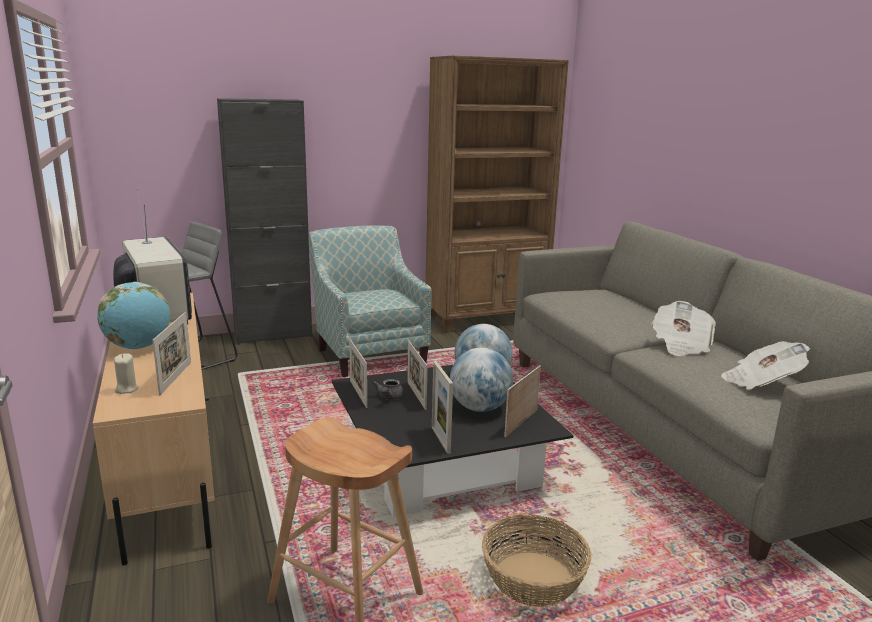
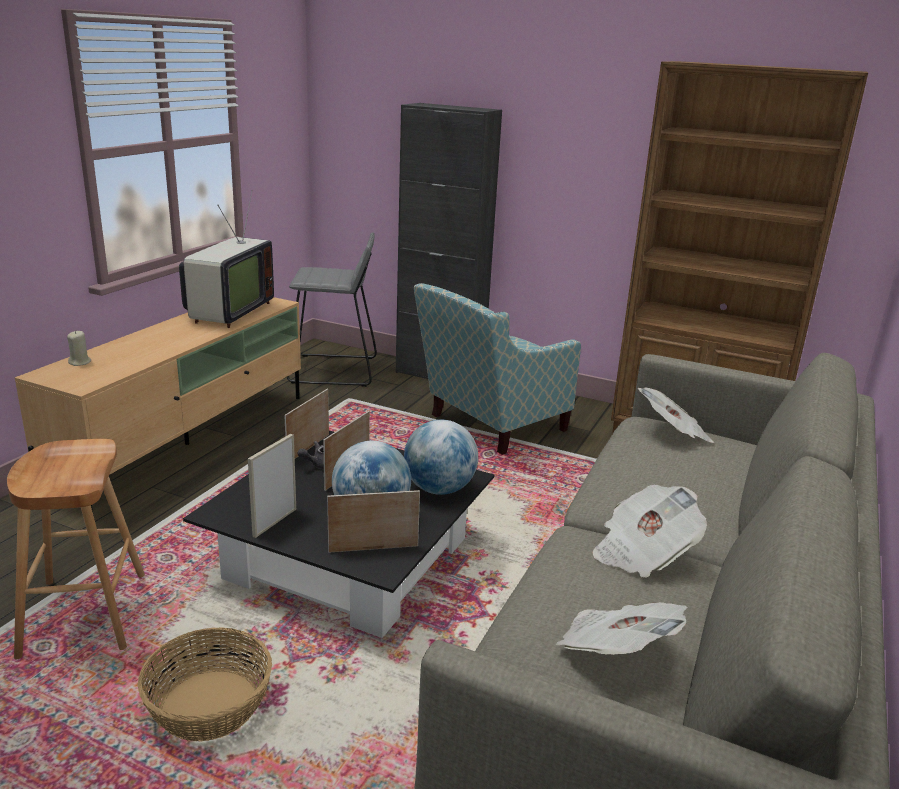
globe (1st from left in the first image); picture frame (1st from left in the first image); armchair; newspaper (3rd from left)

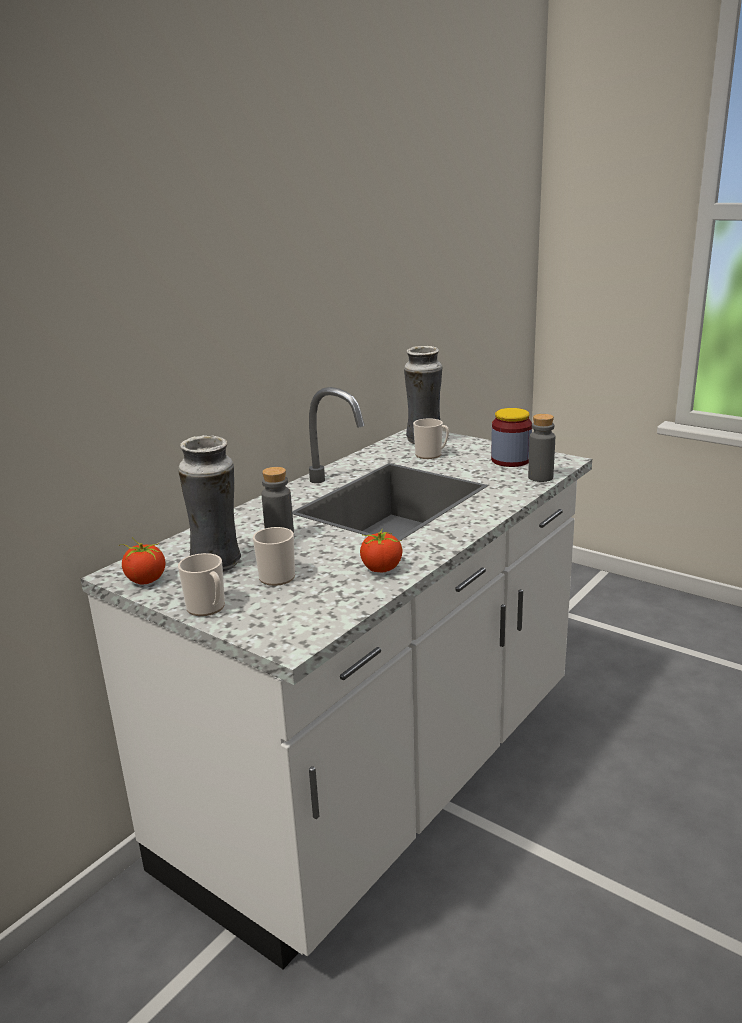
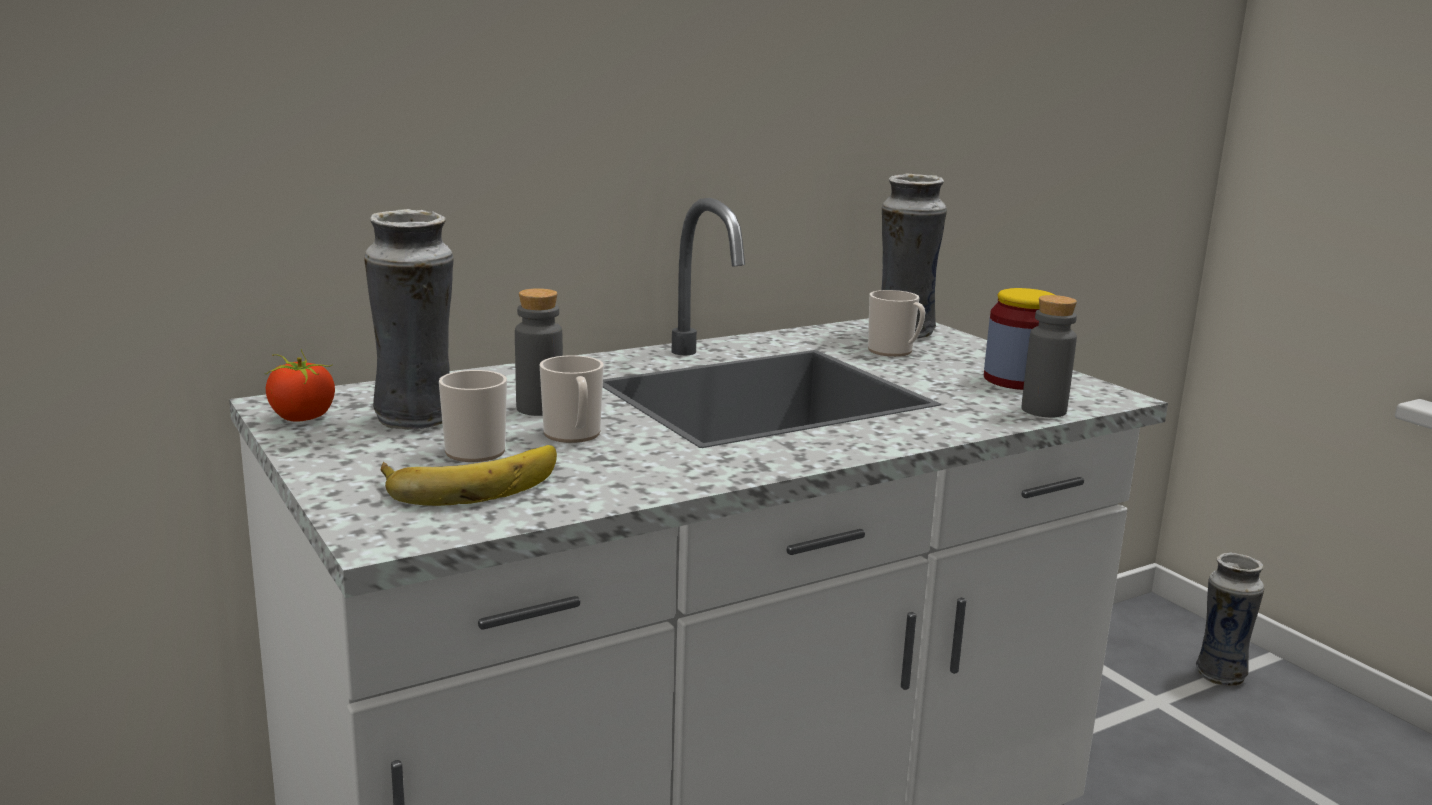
mug (2nd from left); tomato (2nd from left in the first image); banana; vase (3rd from left)

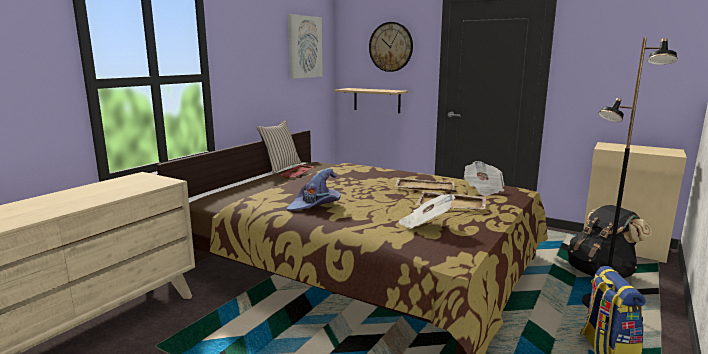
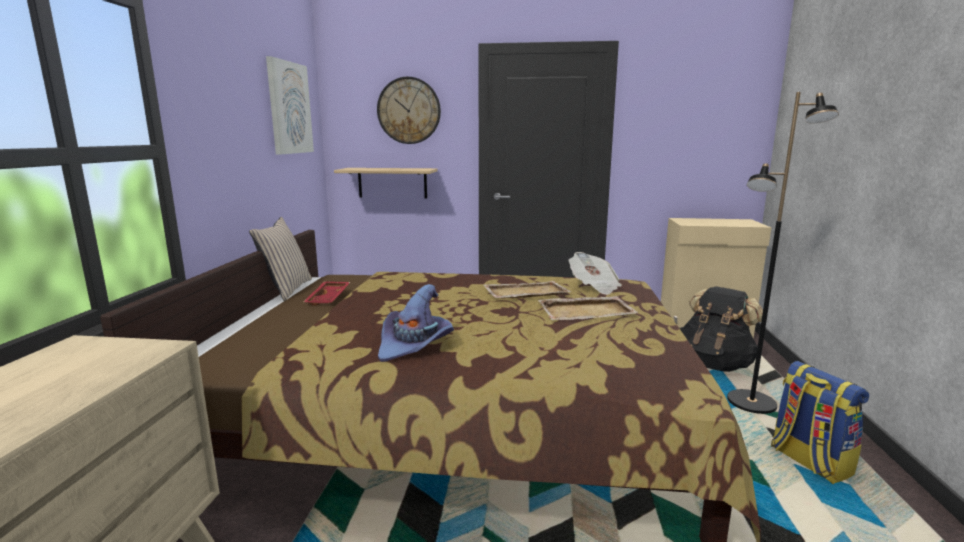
newspaper (1st from left in the first image)

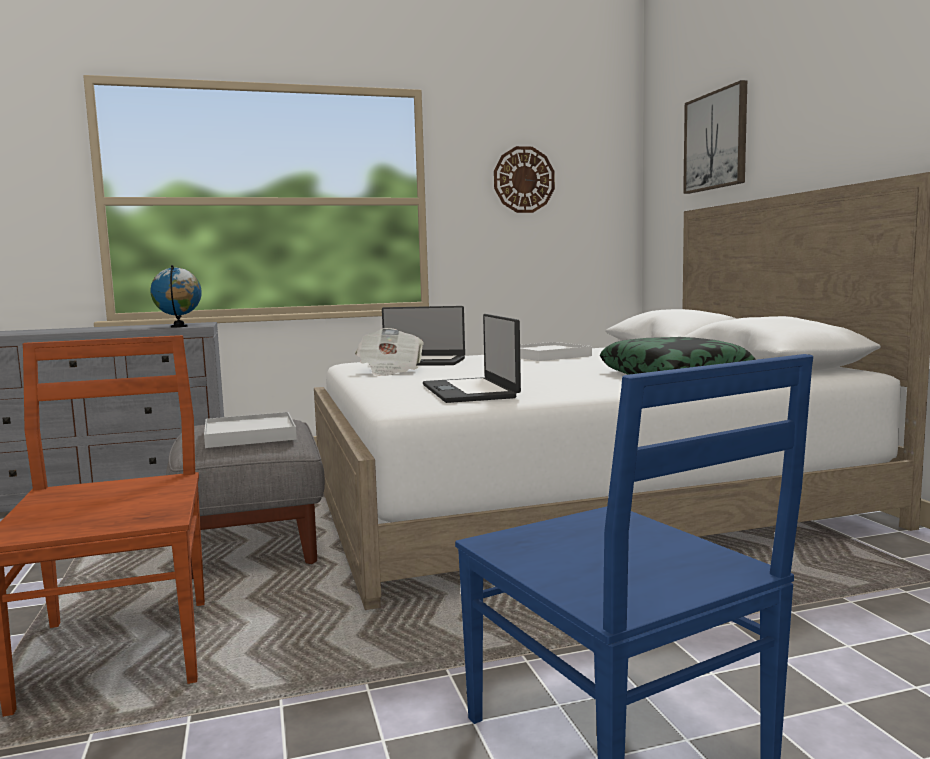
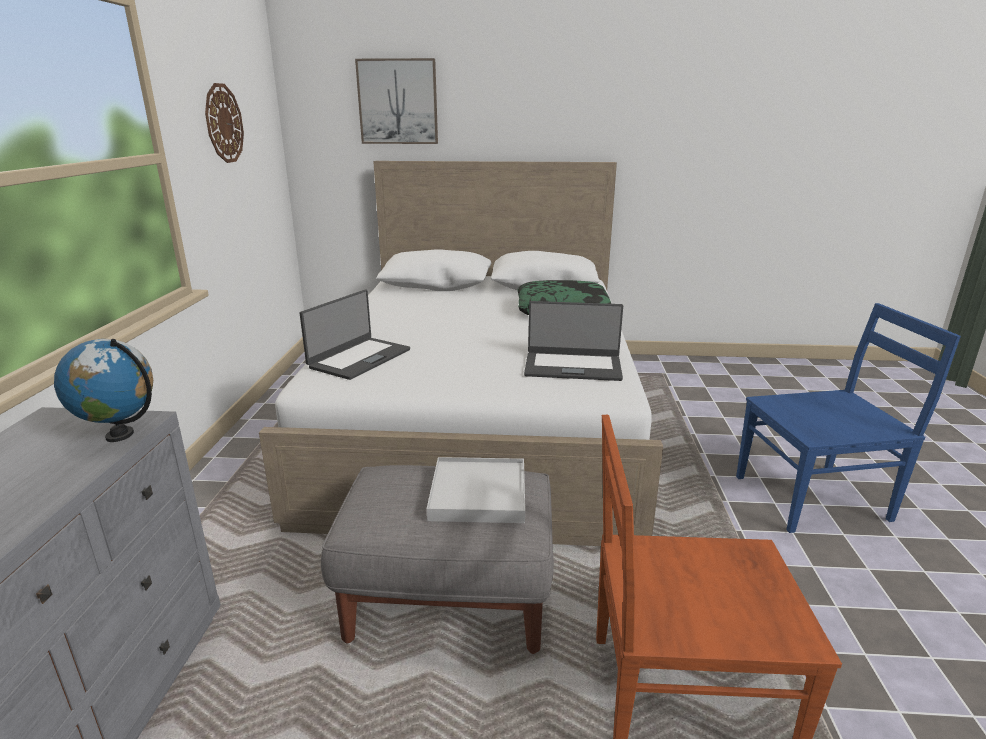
newspaper; tray (white) (2nd from left in the first image)

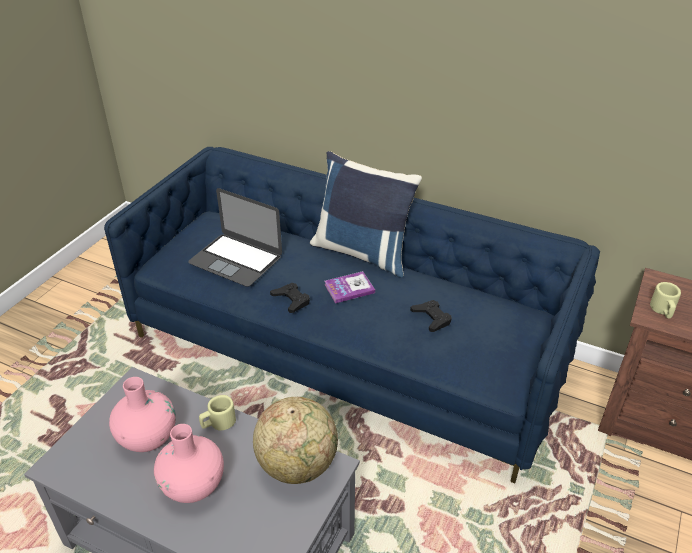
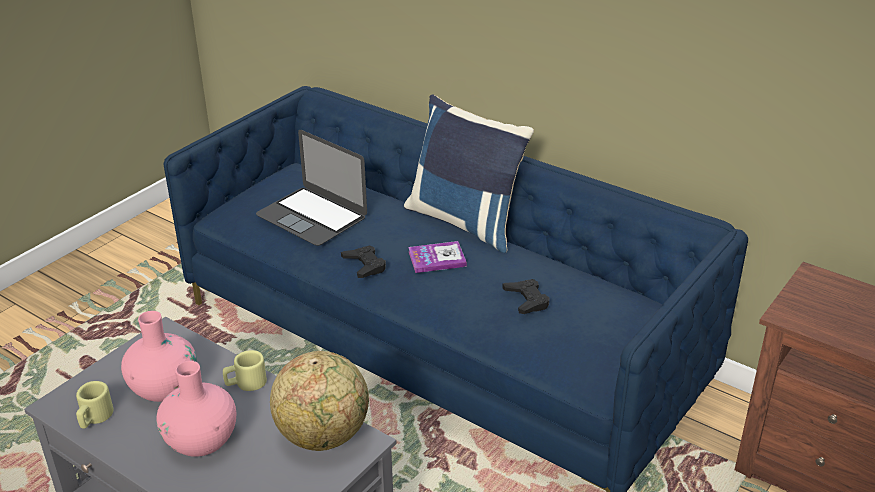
mug (beige) (1st from left)

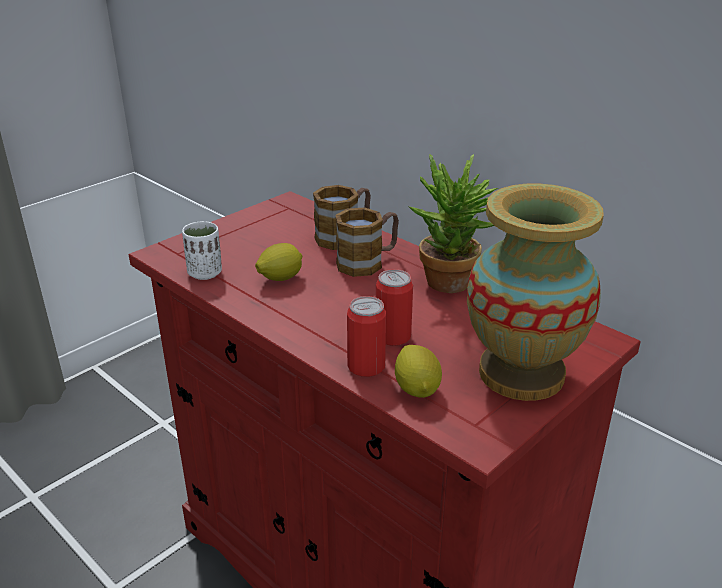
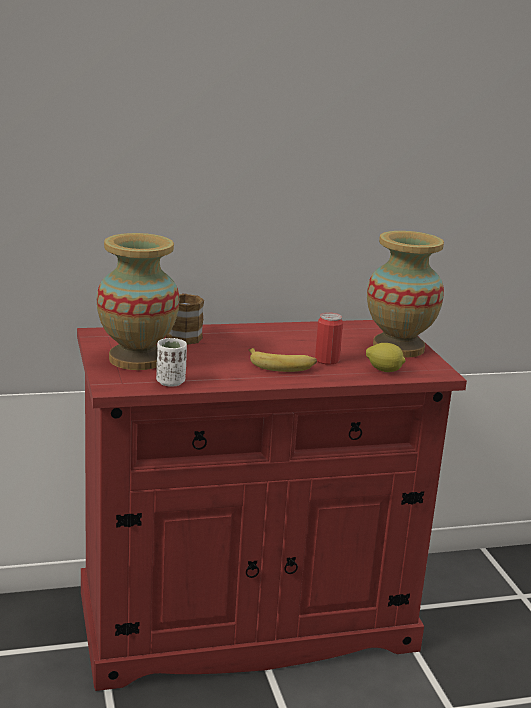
lemon (1st from left in the first image); mug (2nd from left in the first image); can (1st from left in the first image); potted plant; vase (1st from left); banana

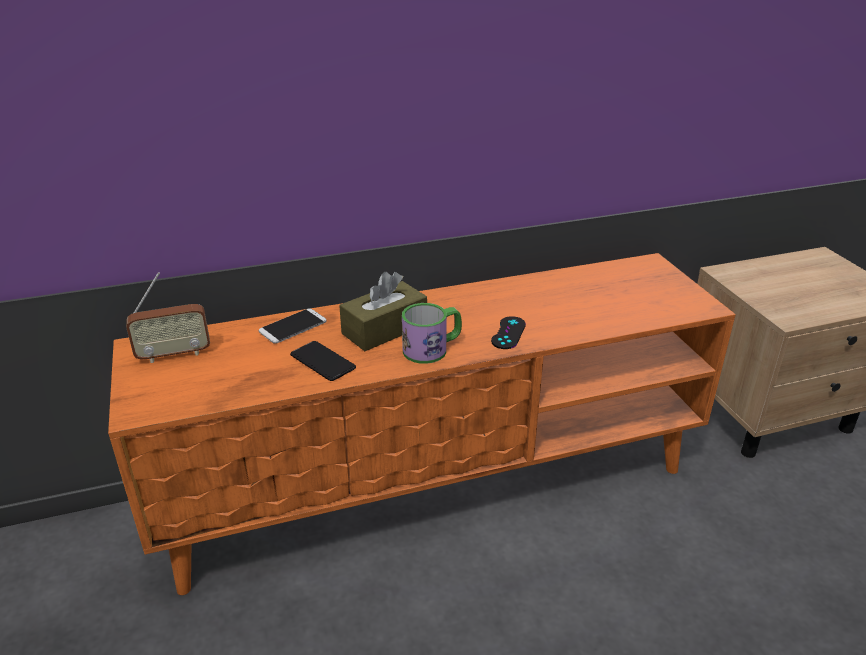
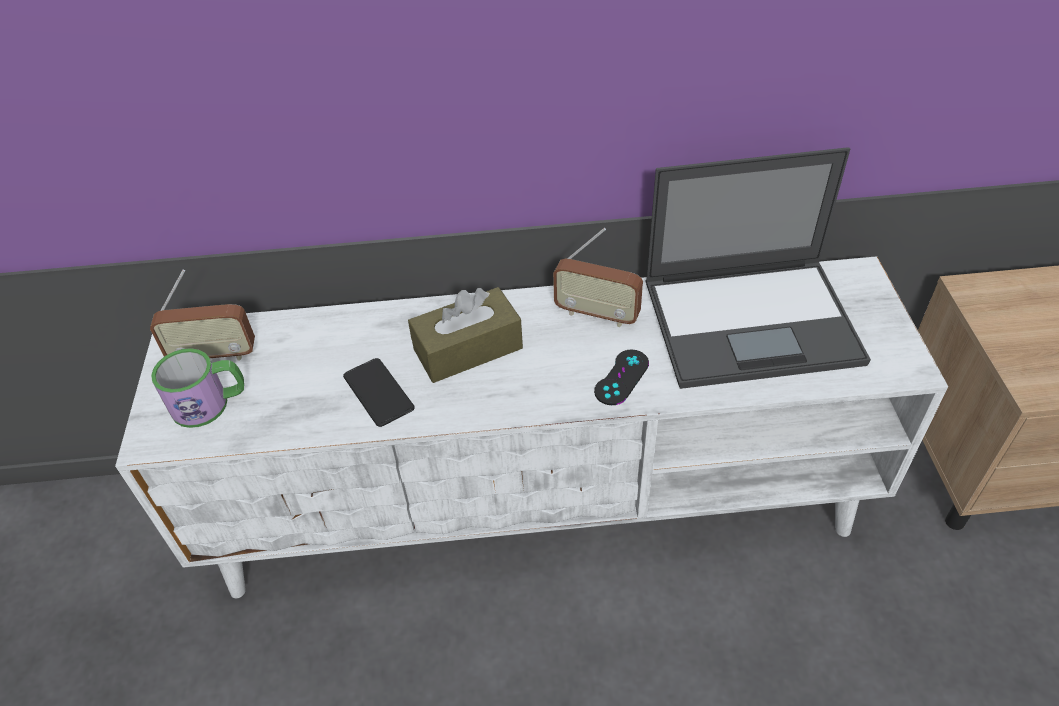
tv stand (white); phone (1st from left in the first image); mug; radio (2nd from left); laptop

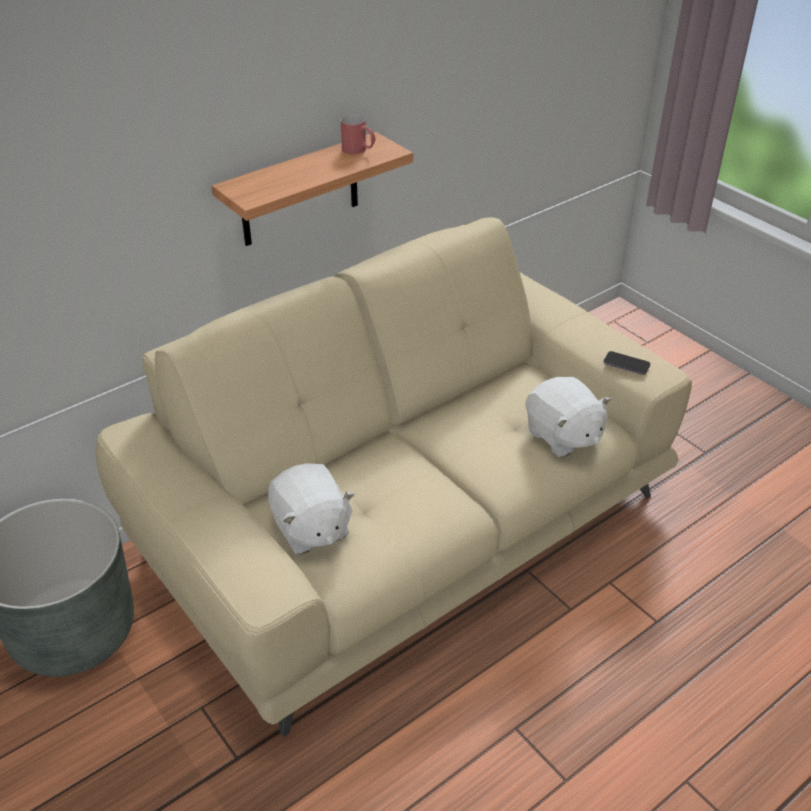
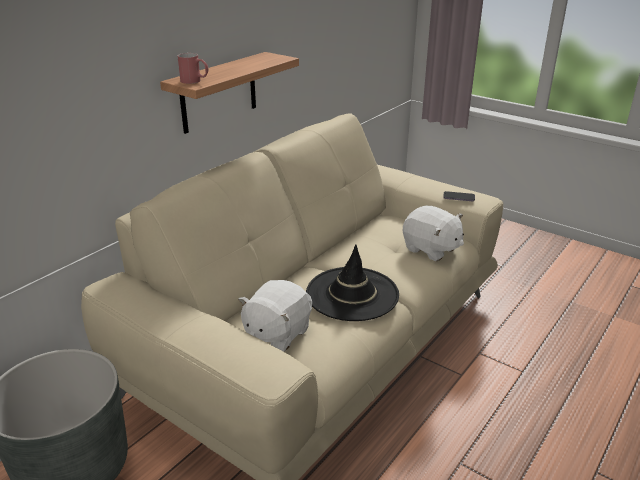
plush toy (white) (1st from left); mug (red); hat (black)

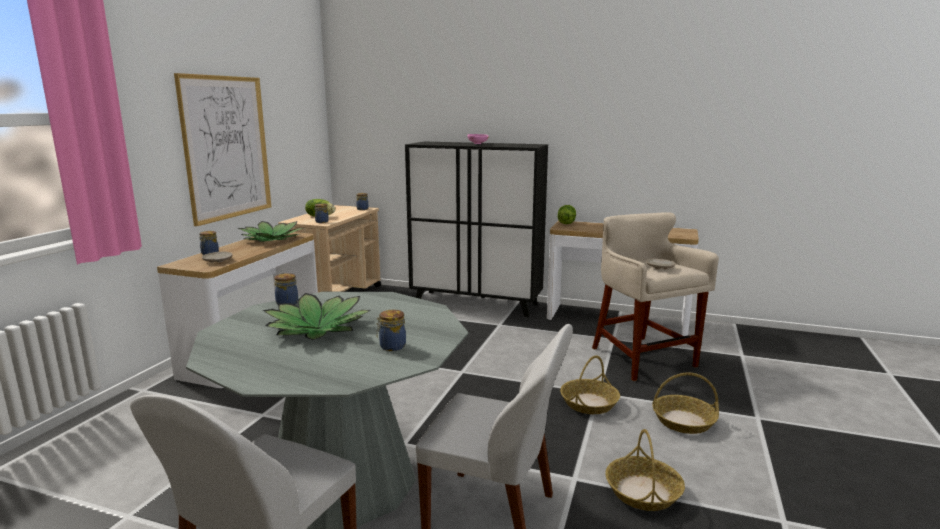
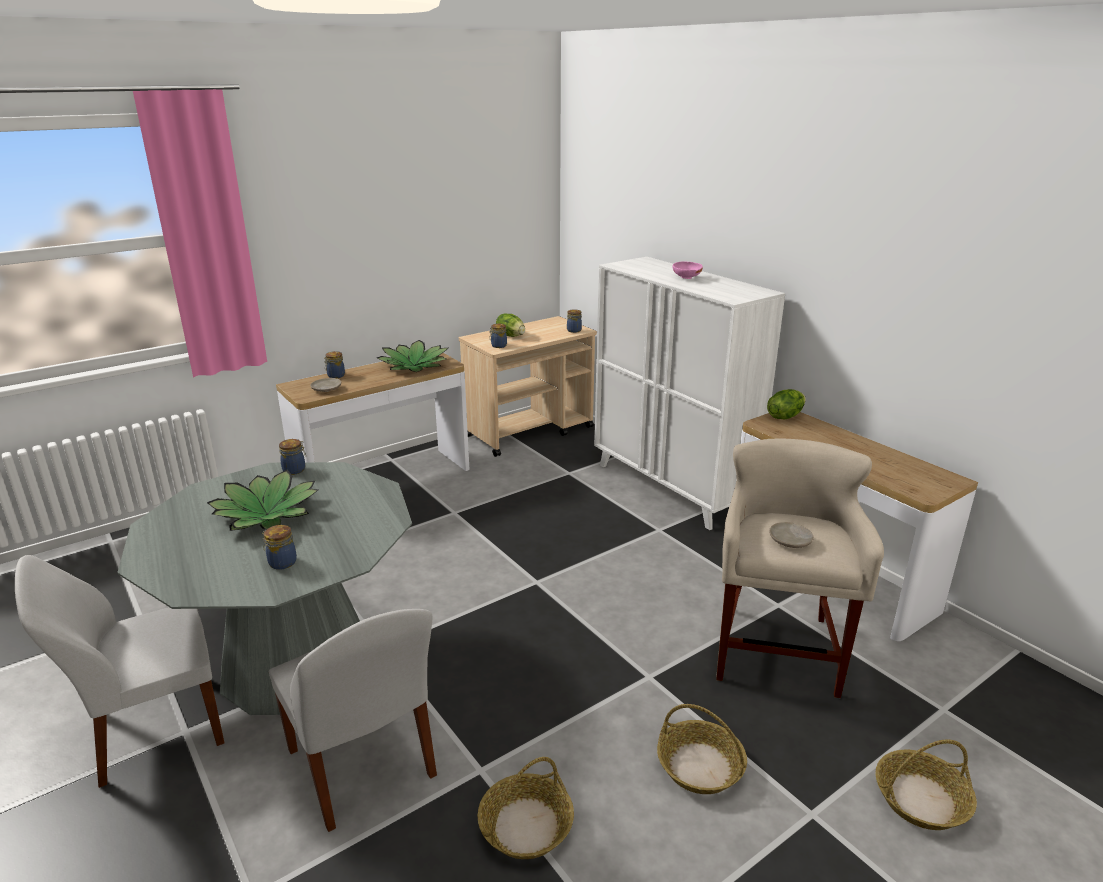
picture; cabinet (white); basket (3rd from left)

